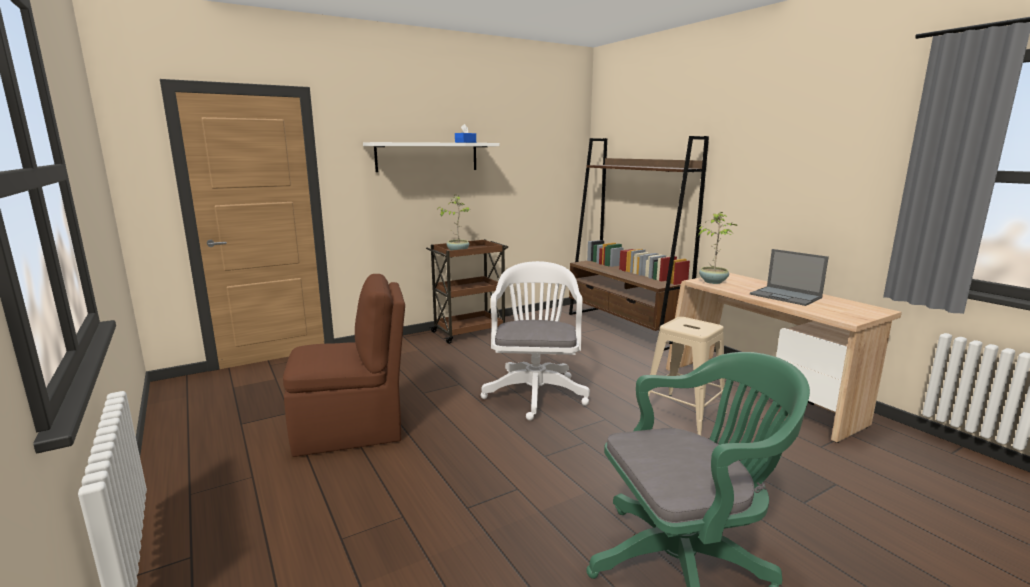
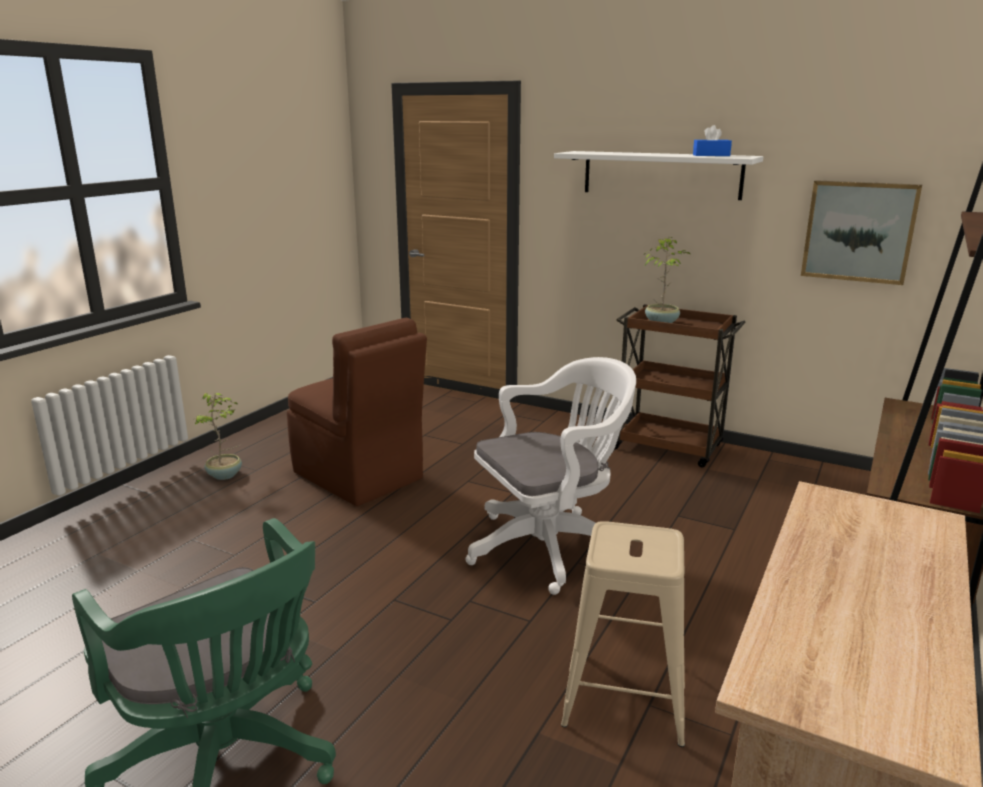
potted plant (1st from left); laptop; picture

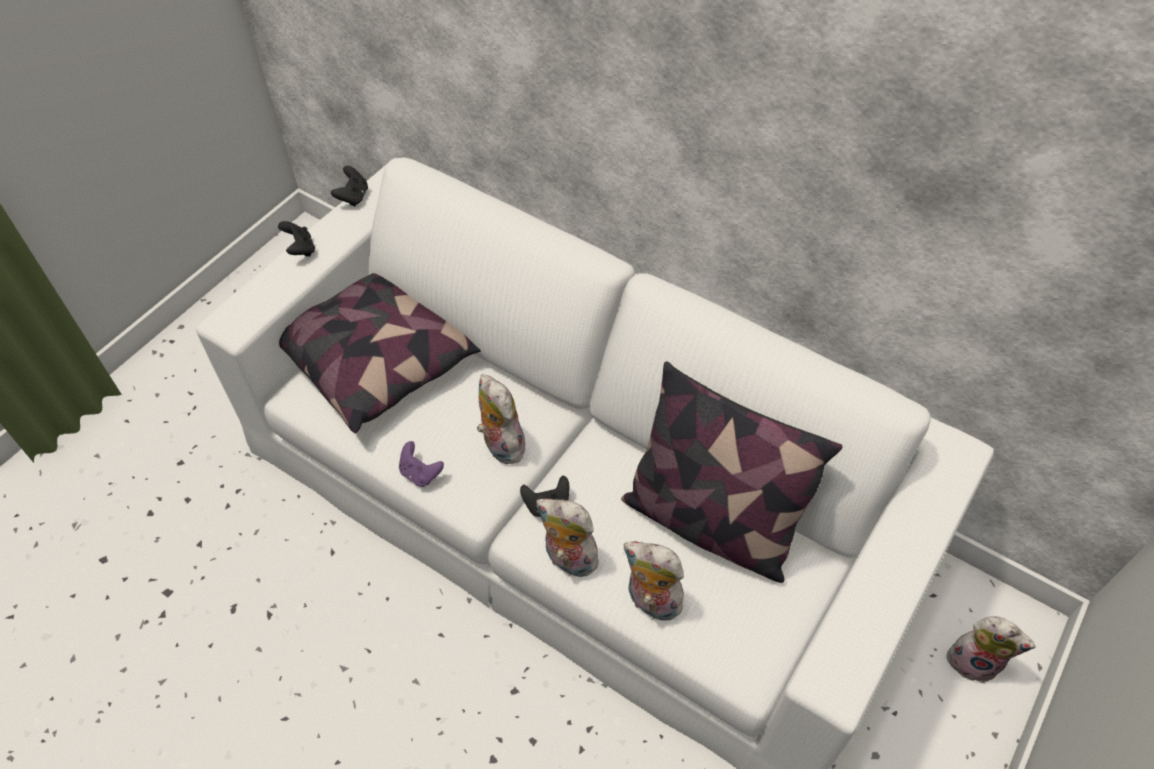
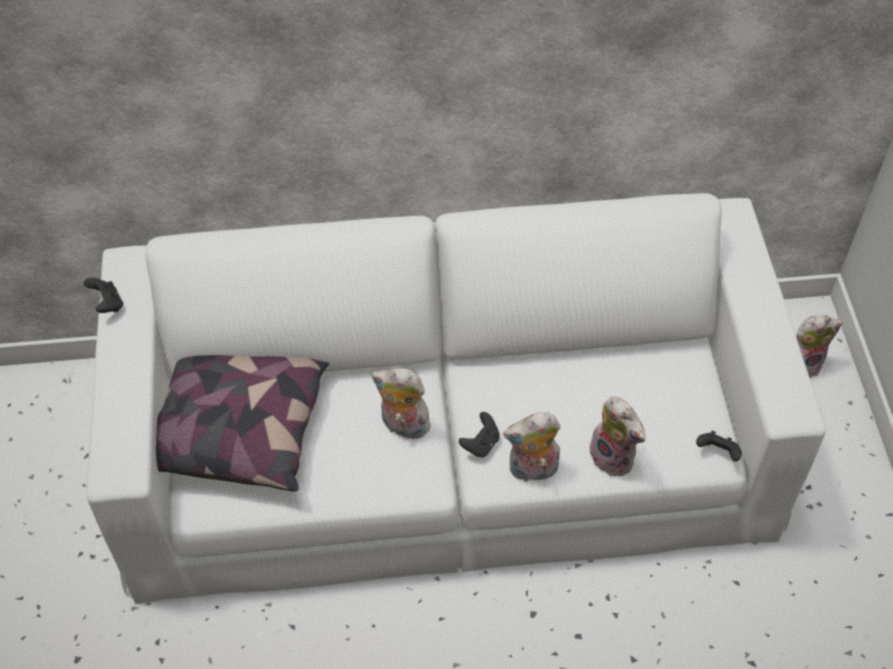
game controller (black) (3rd from left); game controller (purple); pillow (2nd from left in the first image); plush toy (3rd from left)

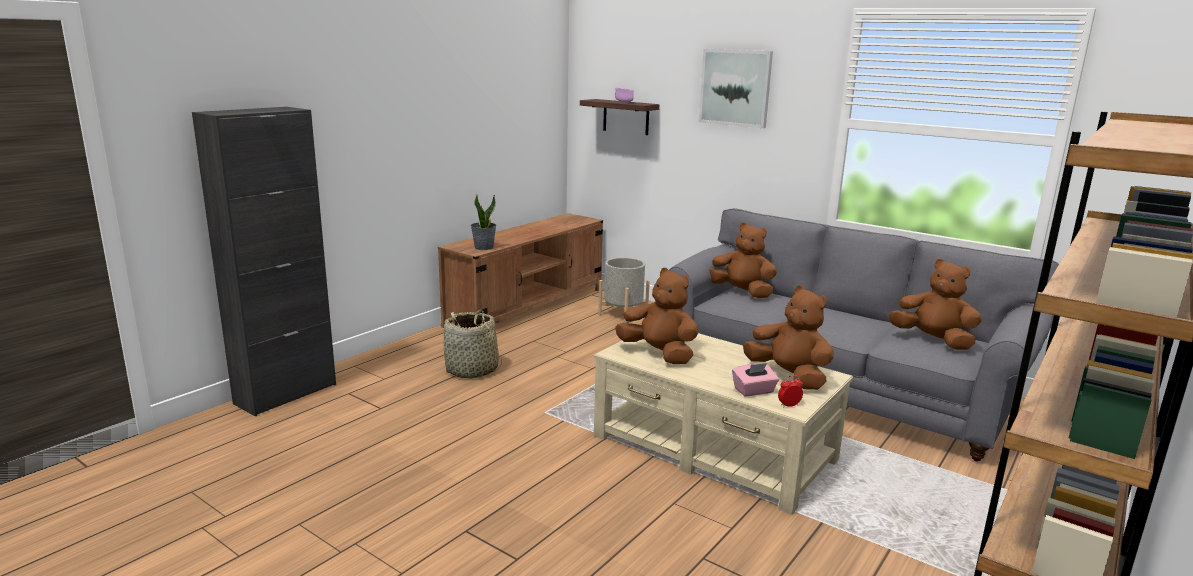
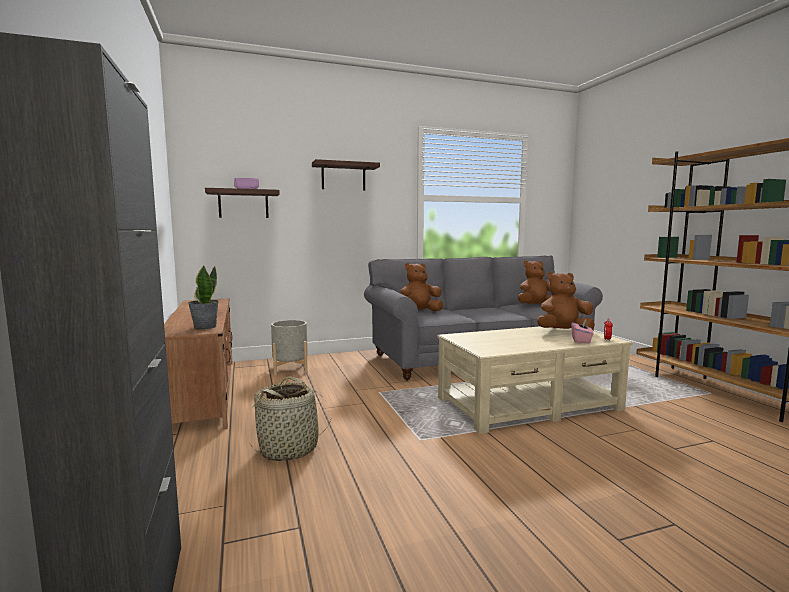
plush toy (brown) (1st from left in the first image); shelf (2nd from left)

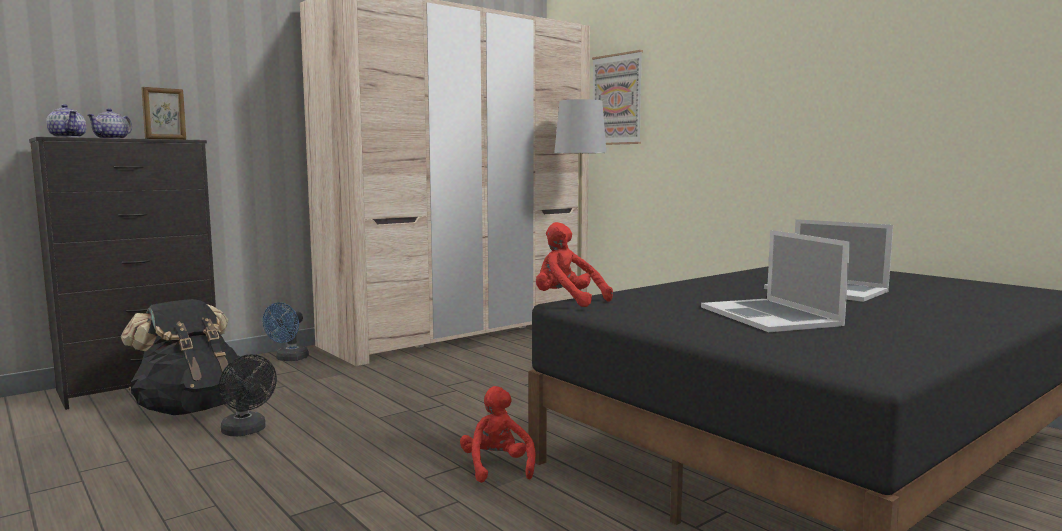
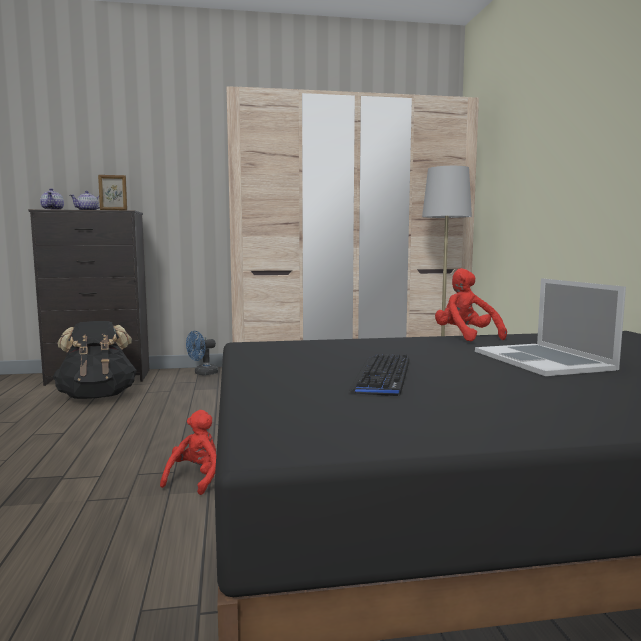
fan (black); plush toy (red) (2nd from left); picture; keyboard

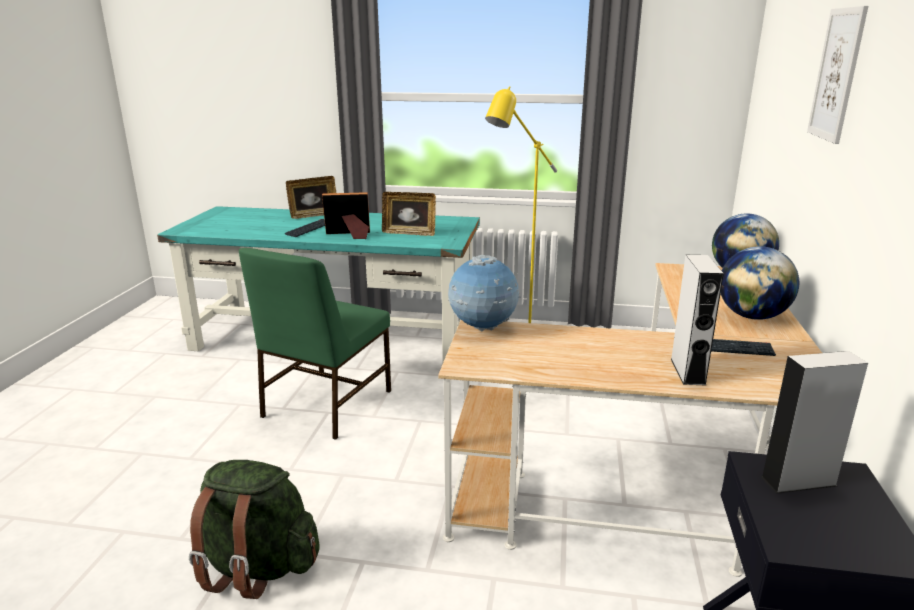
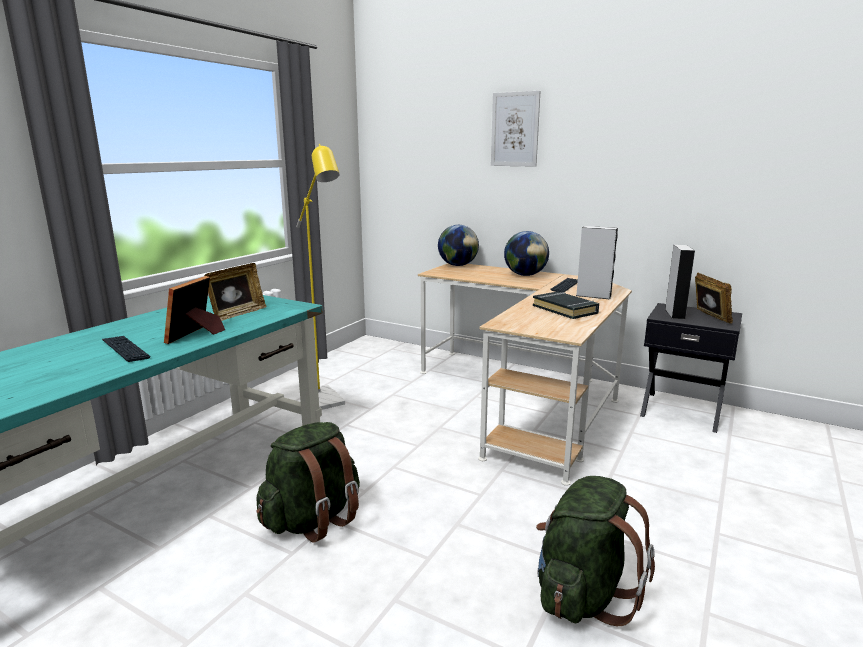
backpack (green) (1st from left); picture frame (3rd from left); globe (1st from left in the first image); book (black)

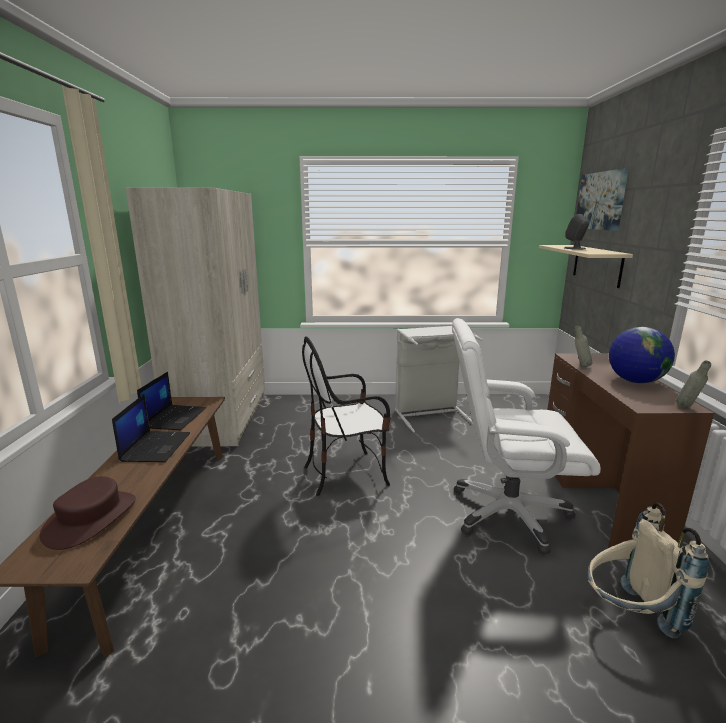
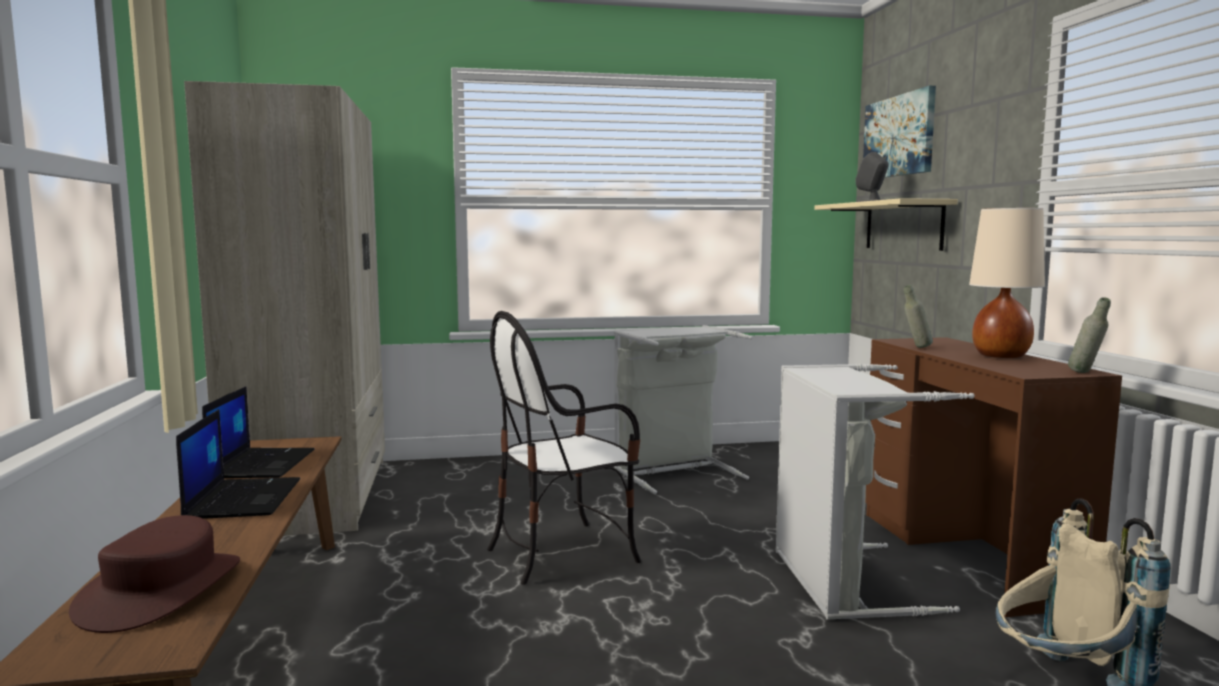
laundry basket (grey) (2nd from left); table lamp (beige)

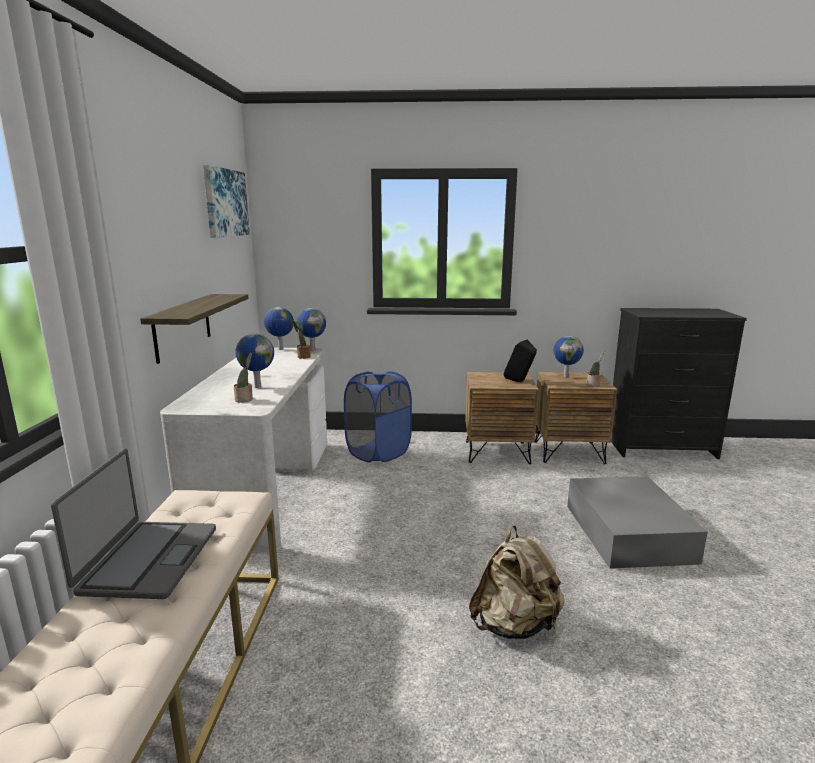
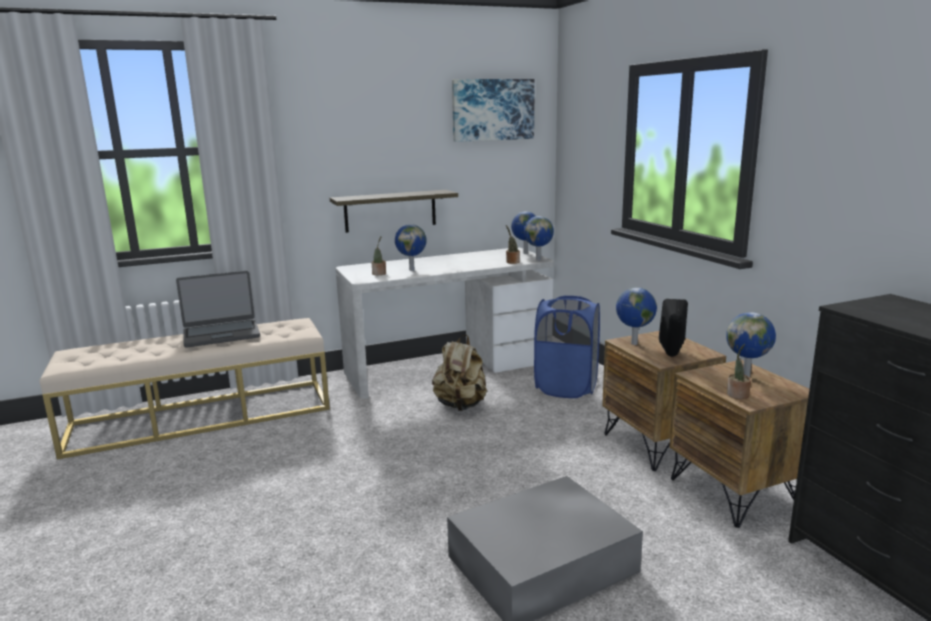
backpack (beige); globe (4th from left)

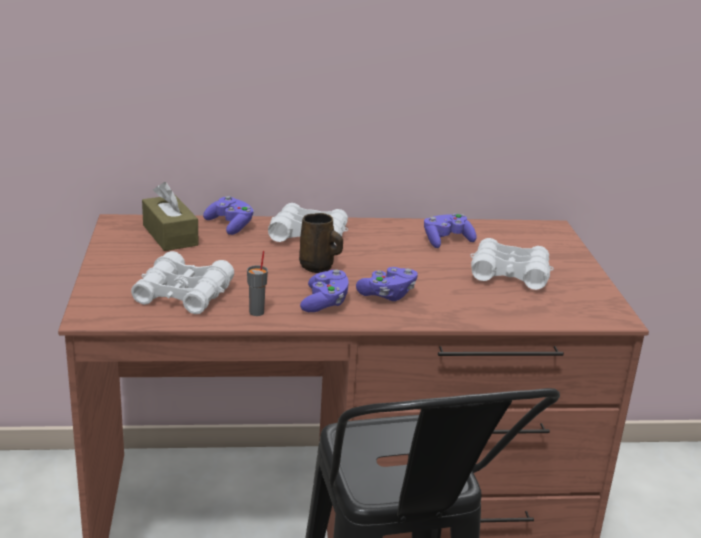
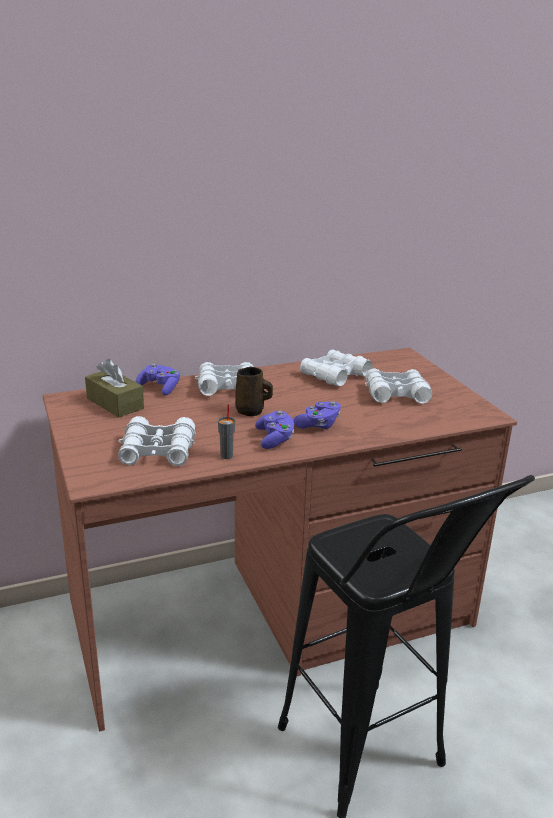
binoculars (white) (3rd from left)

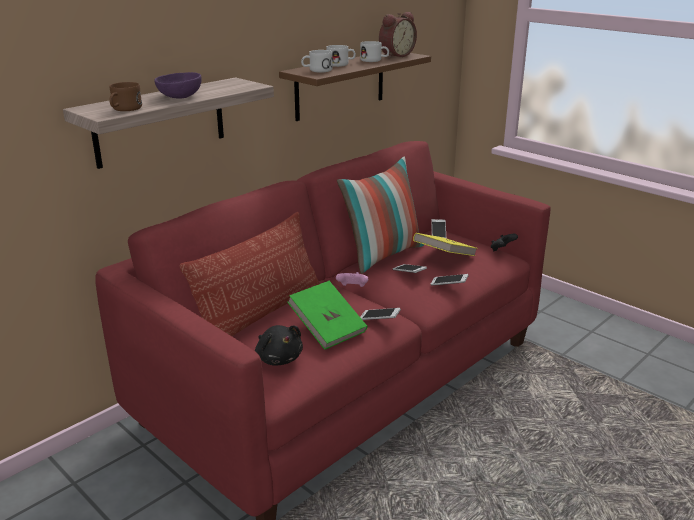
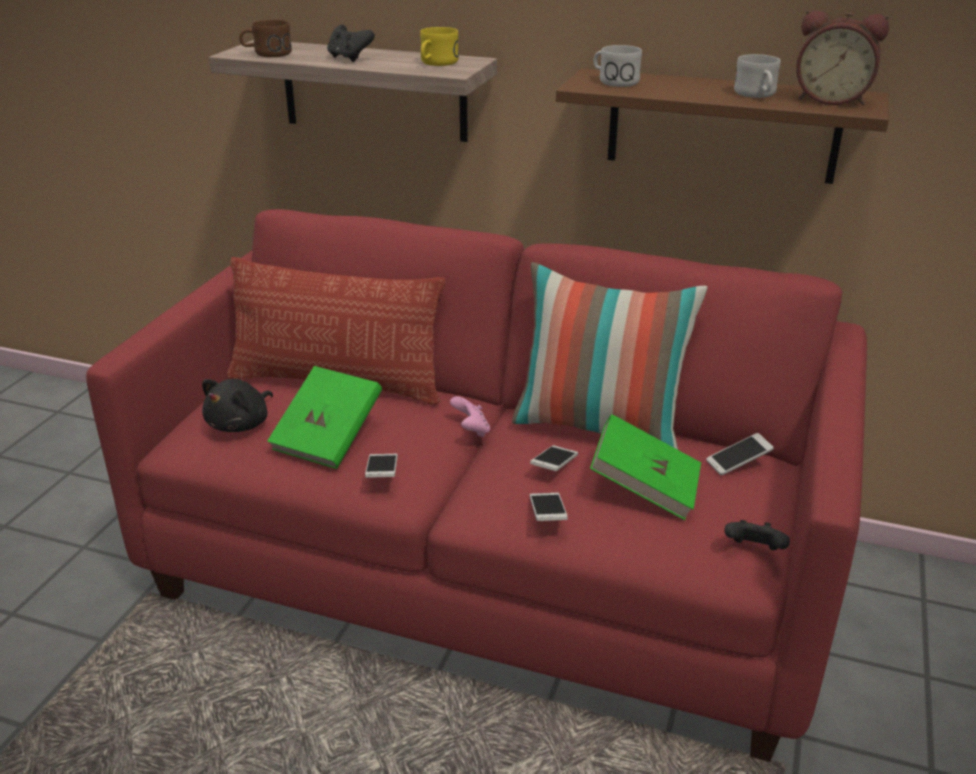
game controller (black) (1st from left); mug (white) (2nd from left in the first image); book (green) (2nd from left); mug (yellow)

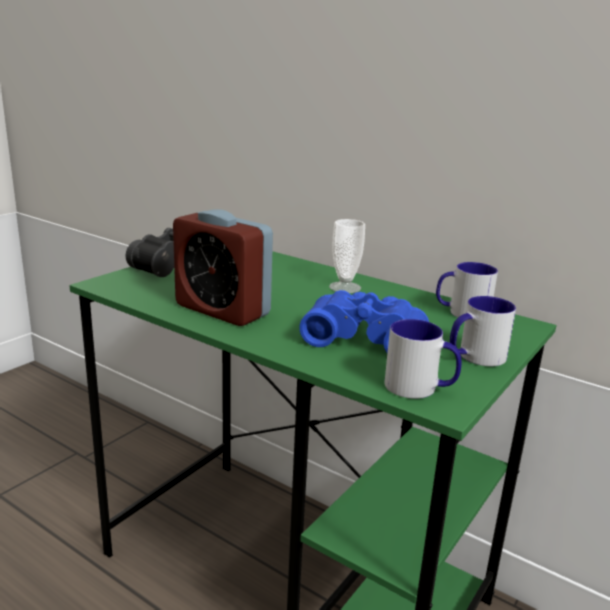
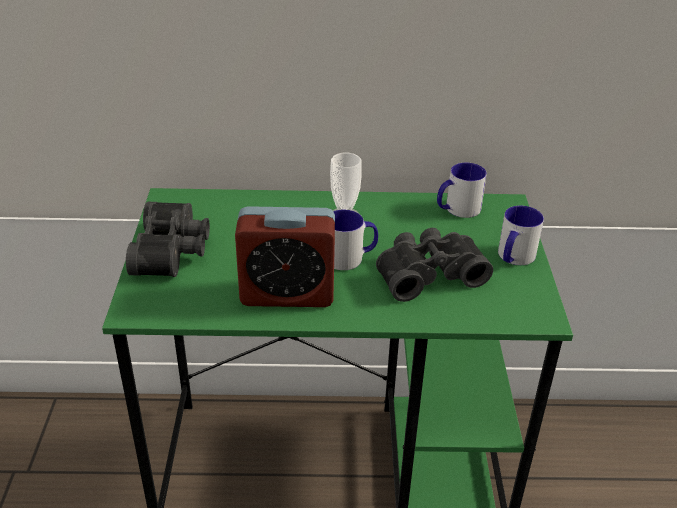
binoculars (black) (2nd from left); mug (1st from left)

